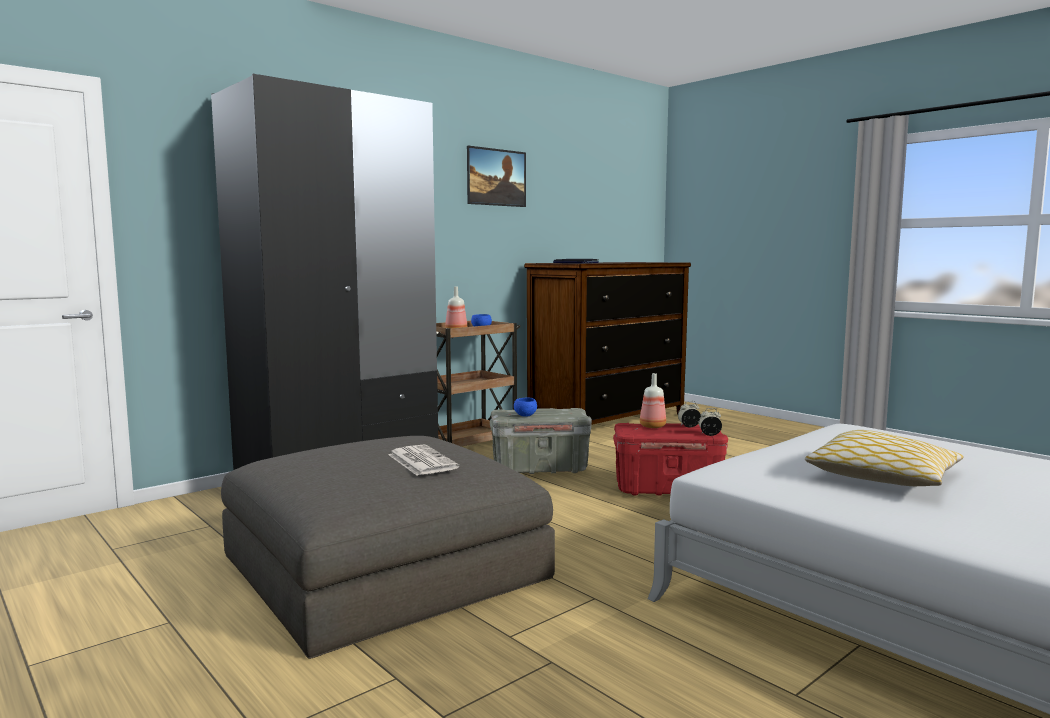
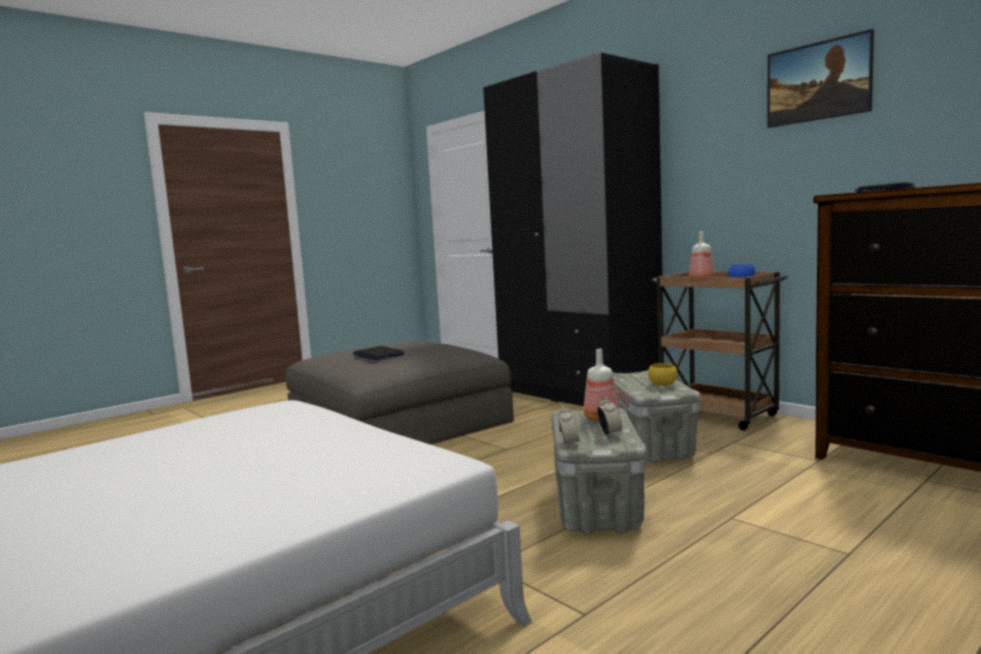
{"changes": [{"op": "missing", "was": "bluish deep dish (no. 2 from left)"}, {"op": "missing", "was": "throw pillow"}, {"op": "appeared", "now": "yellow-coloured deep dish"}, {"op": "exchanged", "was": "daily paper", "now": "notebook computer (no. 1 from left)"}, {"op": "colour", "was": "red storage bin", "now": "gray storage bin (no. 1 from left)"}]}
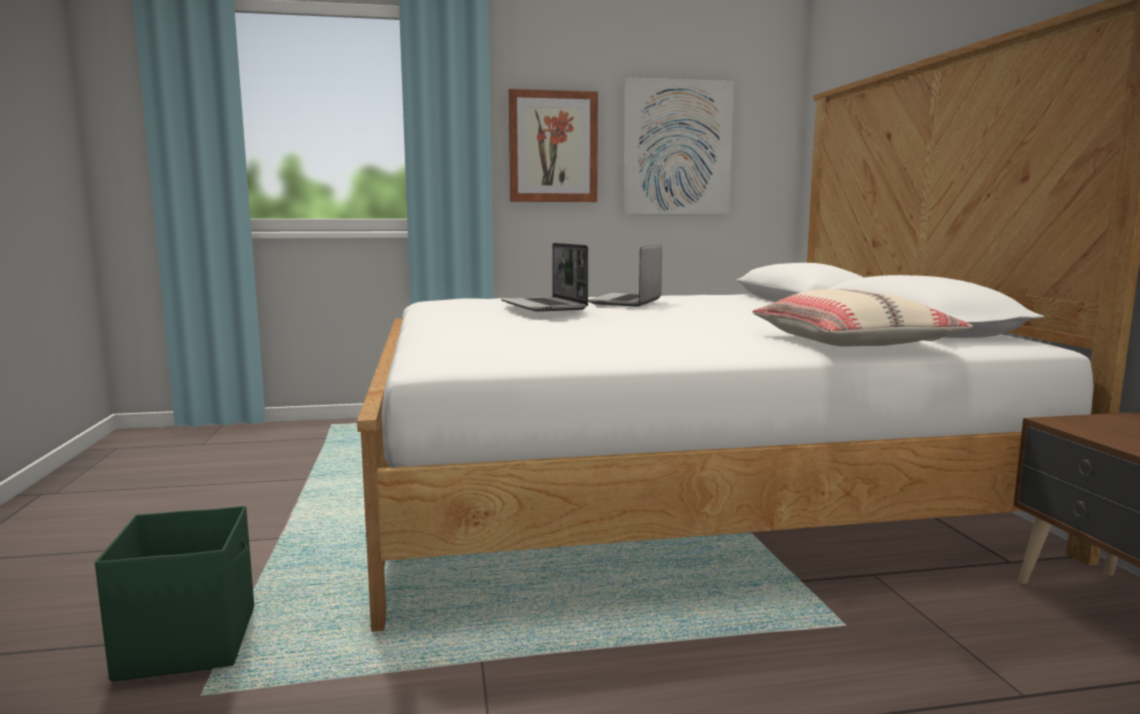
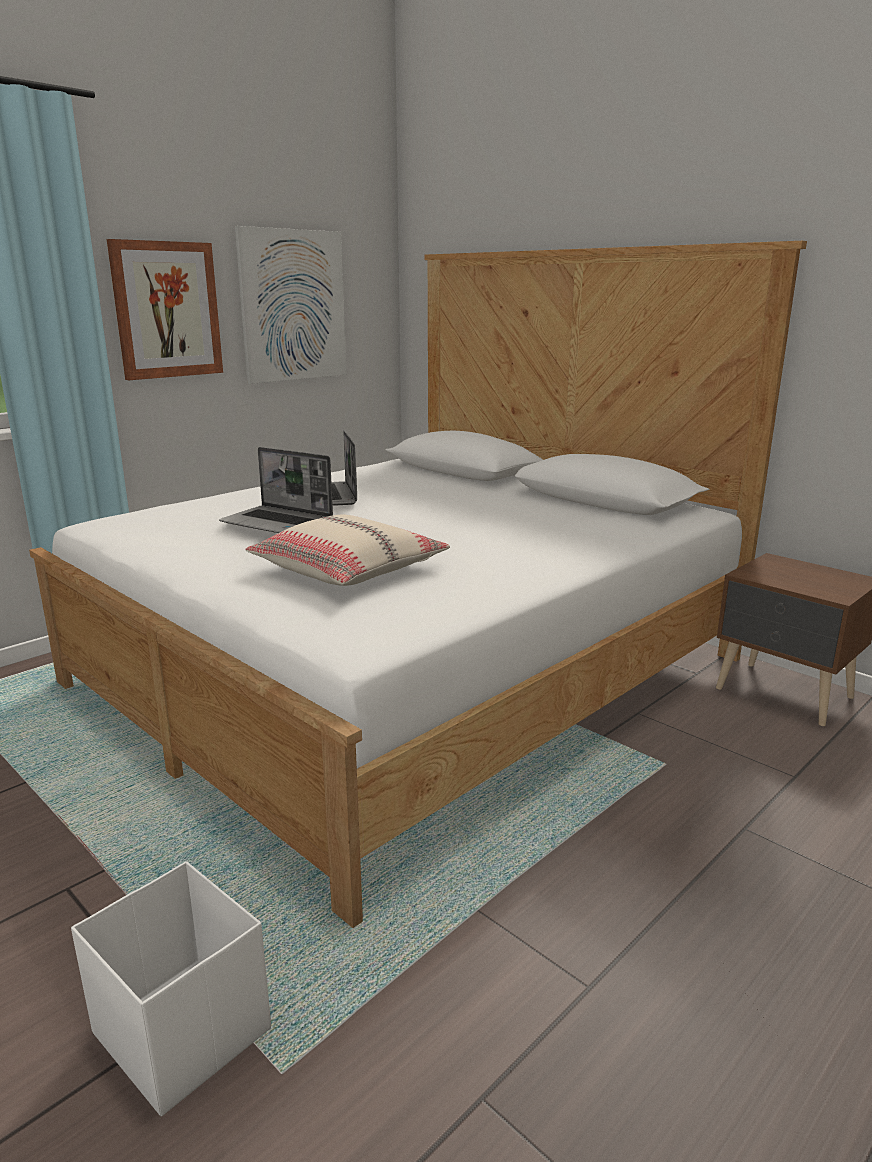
{"changes": [{"op": "relocated", "was": "beige-coloured throw pillow"}, {"op": "colour", "was": "greenish storage bin", "now": "whitish storage bin"}]}
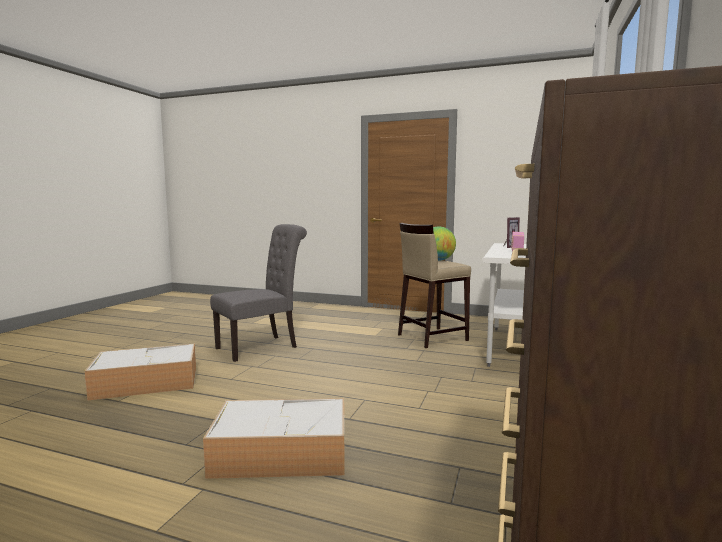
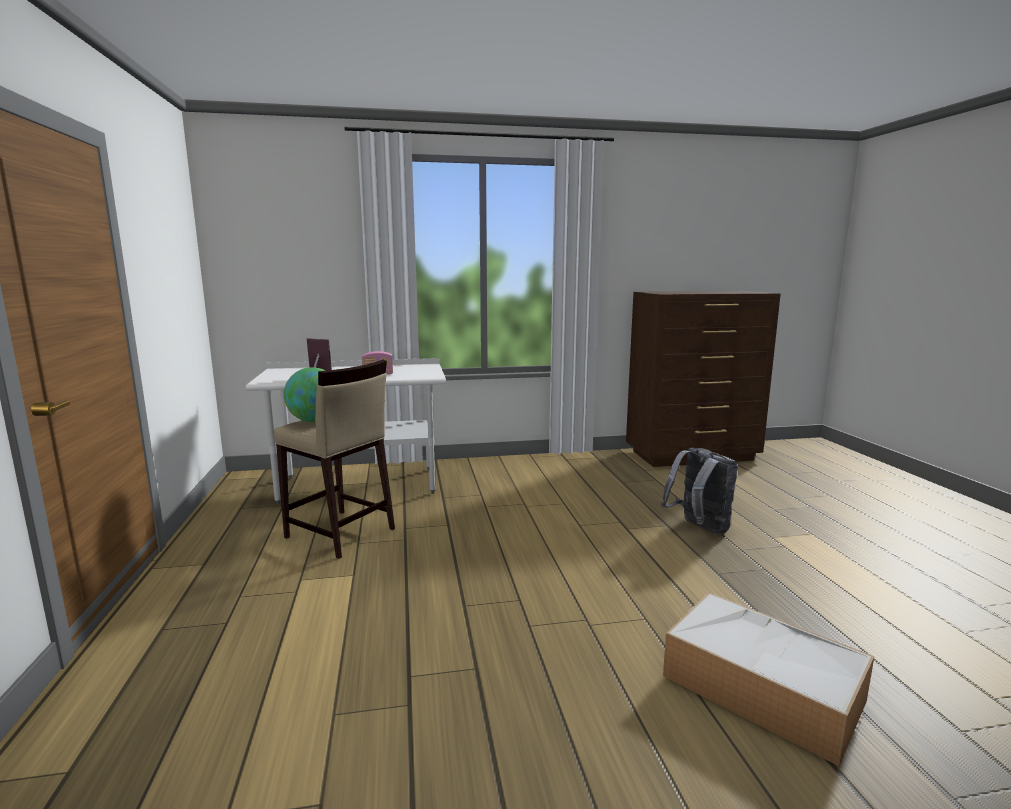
{"changes": [{"op": "missing", "was": "gray chair"}, {"op": "exchanged", "was": "storage bin (no. 2 from left)", "now": "gray rucksack"}]}
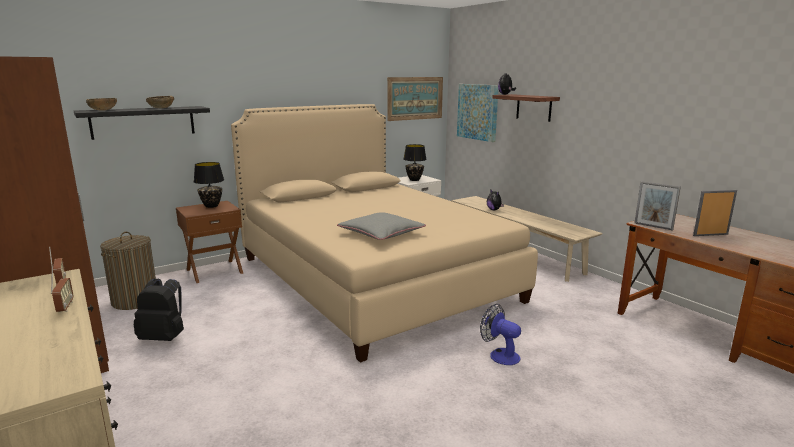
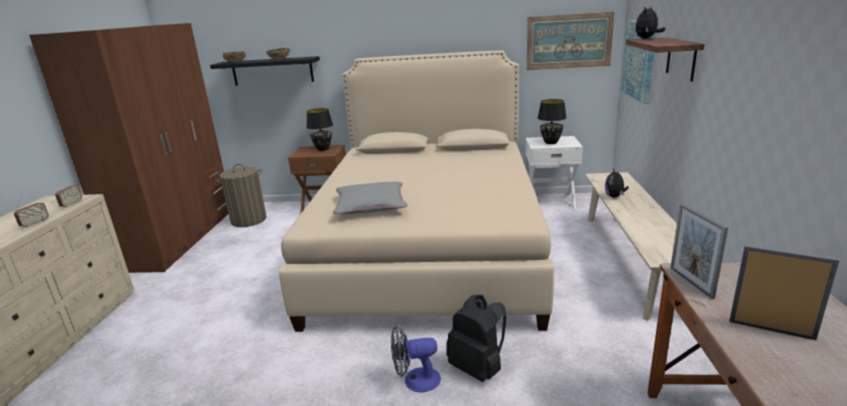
{"changes": [{"op": "relocated", "was": "black rucksack"}, {"op": "spun", "was": "electric fan", "clockwise": -90}]}
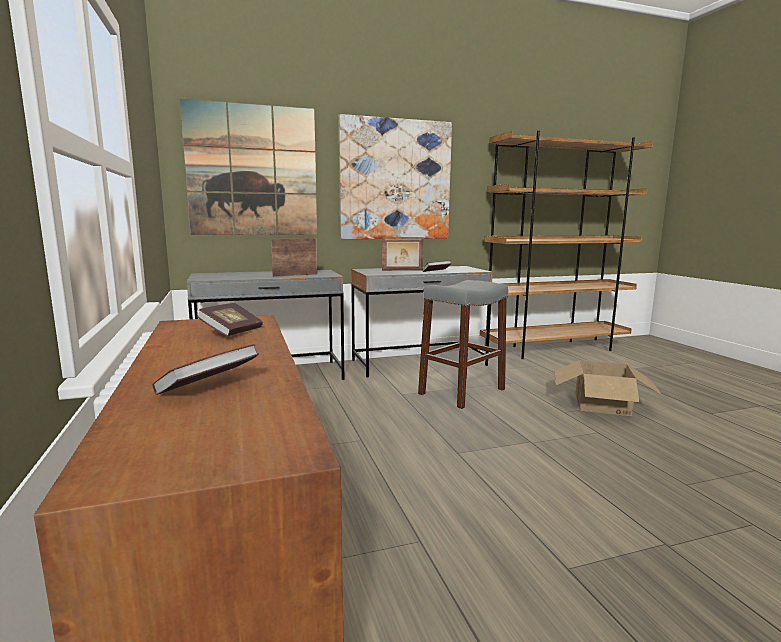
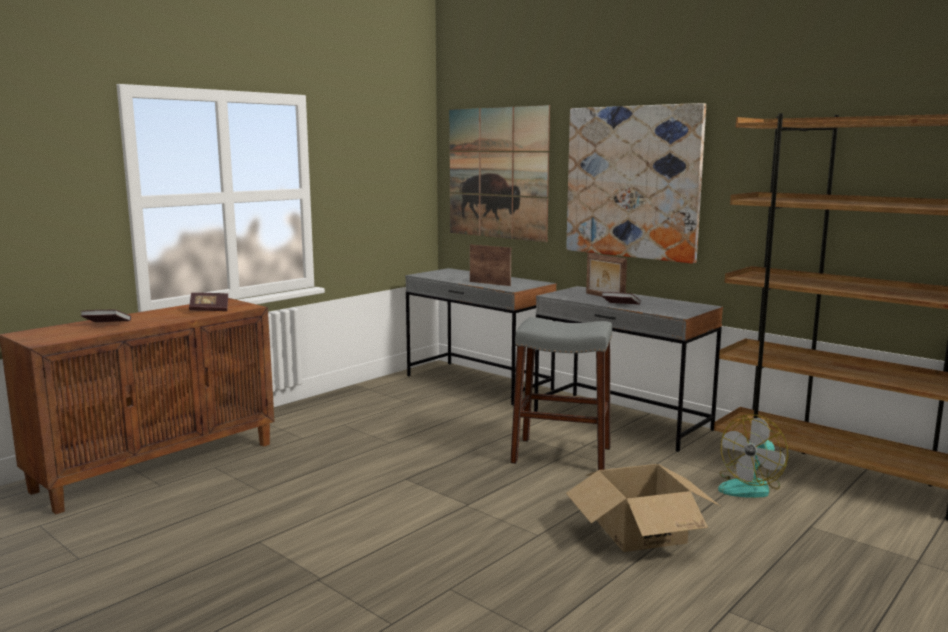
{"changes": [{"op": "appeared", "now": "electric fan"}]}
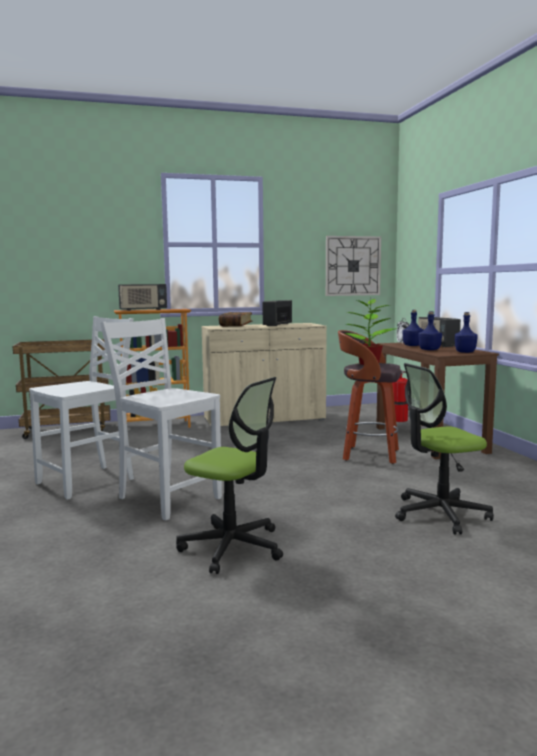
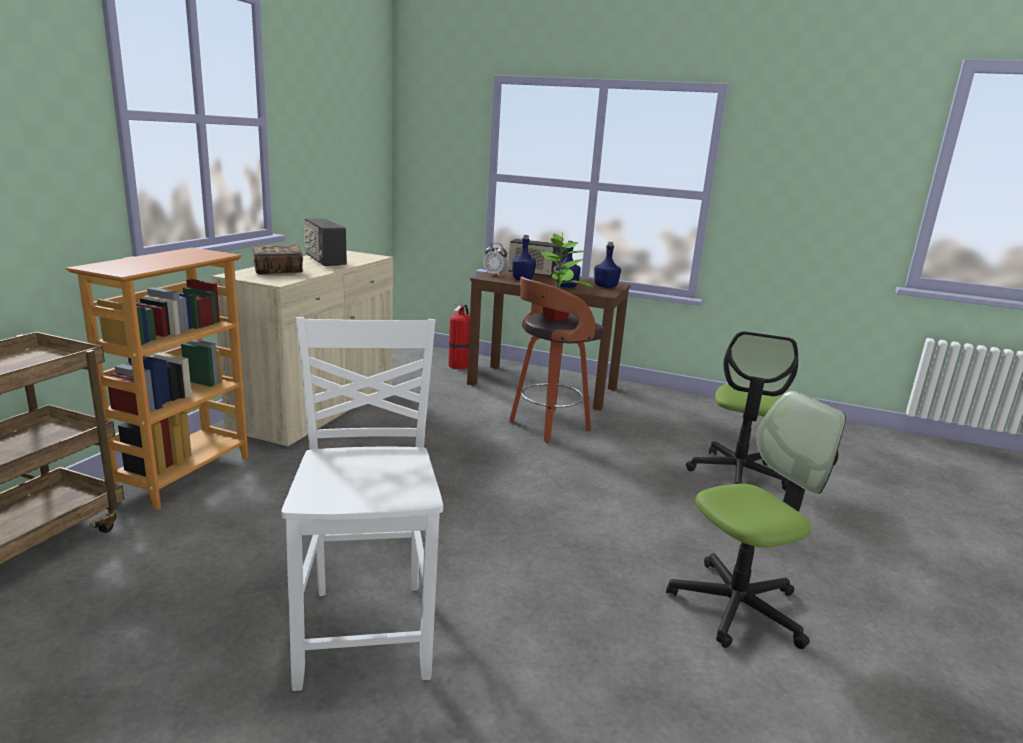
{"changes": [{"op": "missing", "was": "whitish chair (no. 2 from left)"}, {"op": "missing", "was": "radio (no. 1 from left)"}, {"op": "missing", "was": "wall clock"}]}
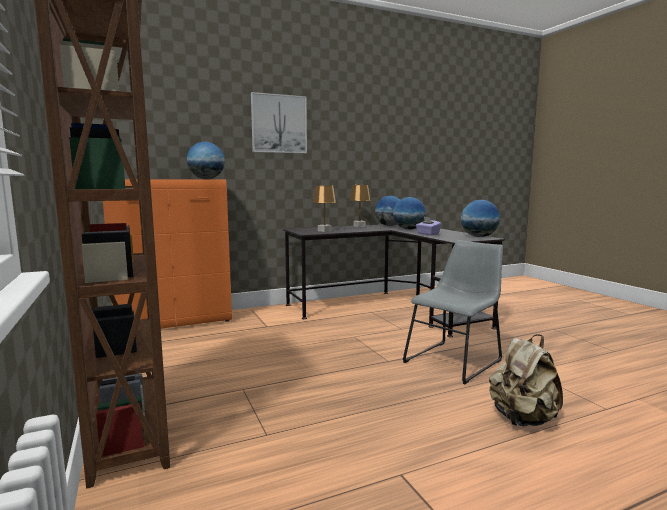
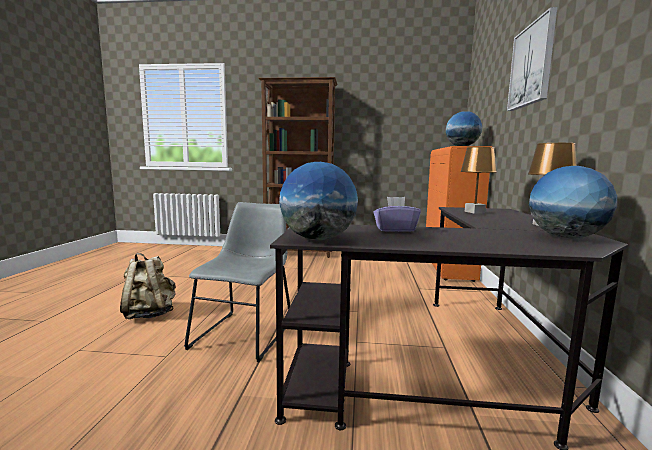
{"changes": [{"op": "missing", "was": "desk globe (no. 3 from left)"}, {"op": "spun", "was": "gray chair", "clockwise": -150}]}
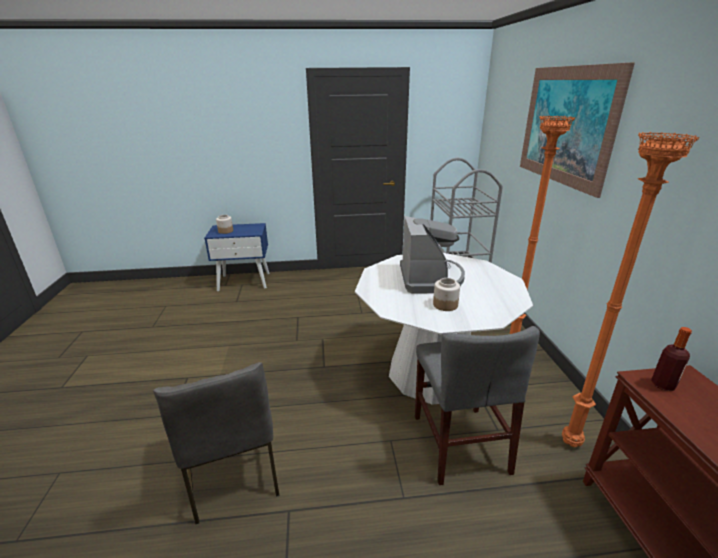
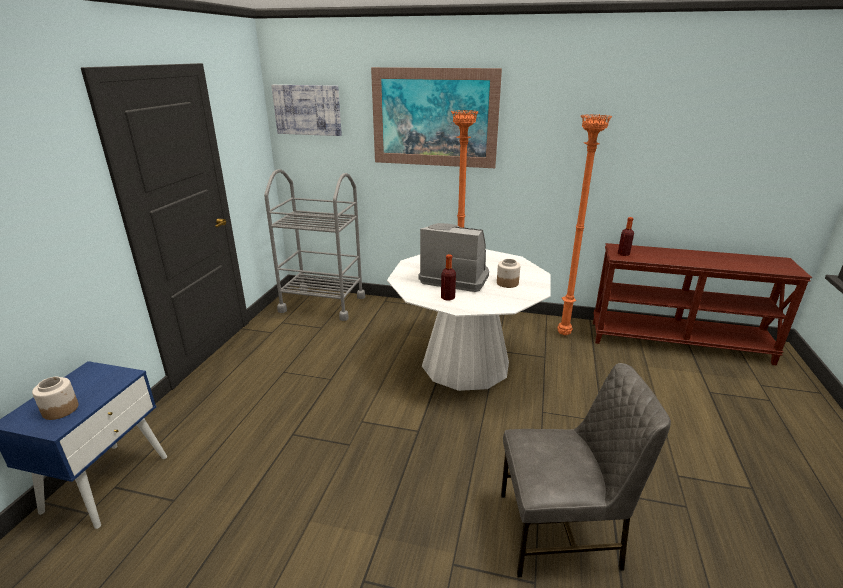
{"changes": [{"op": "missing", "was": "gray chair (no. 2 from left)"}, {"op": "appeared", "now": "wall art (no. 1 from left)"}, {"op": "appeared", "now": "drink bottle (no. 1 from left)"}]}
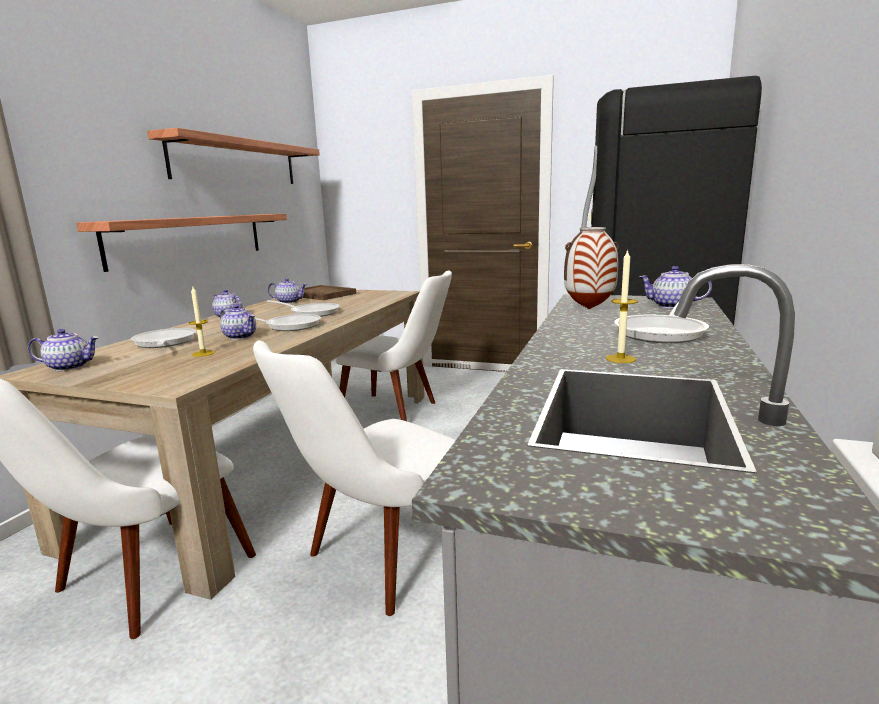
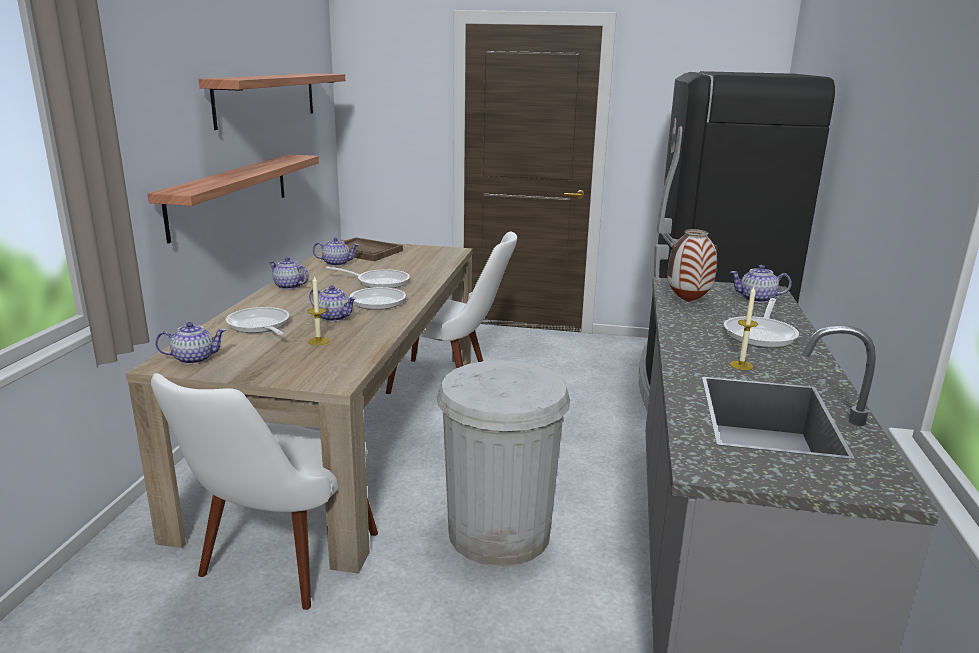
{"changes": [{"op": "exchanged", "was": "whitish chair (no. 2 from left)", "now": "whitish trash can"}]}
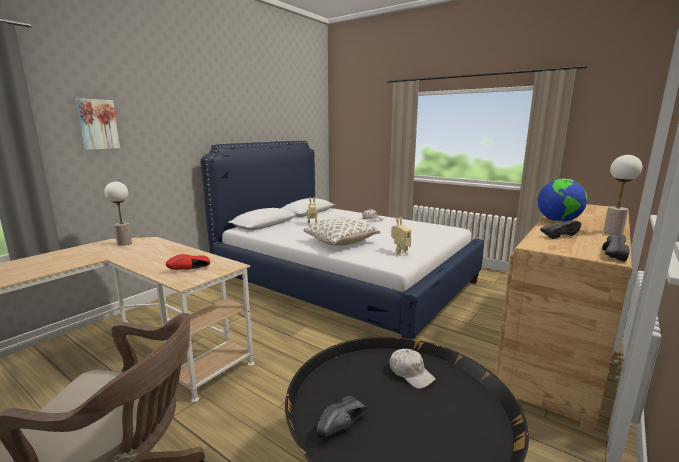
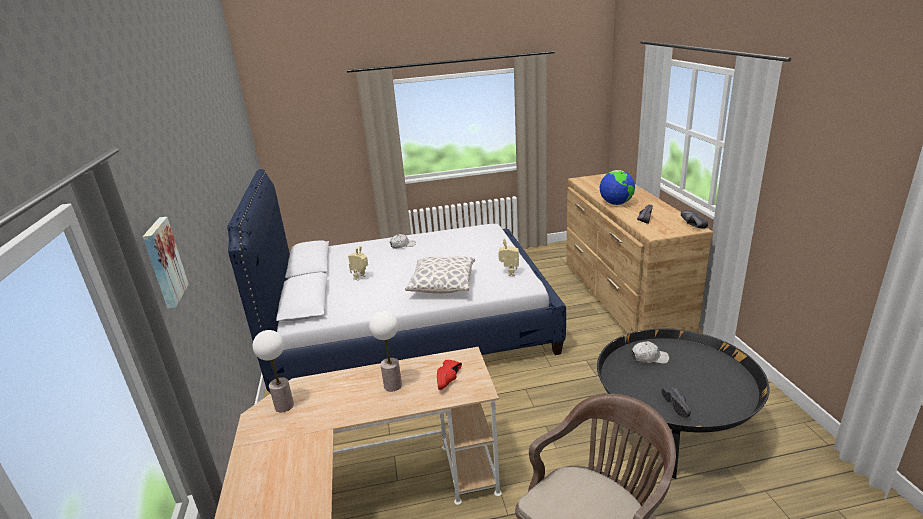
{"changes": [{"op": "relocated", "was": "tabletop lamp (no. 2 from left)"}]}
